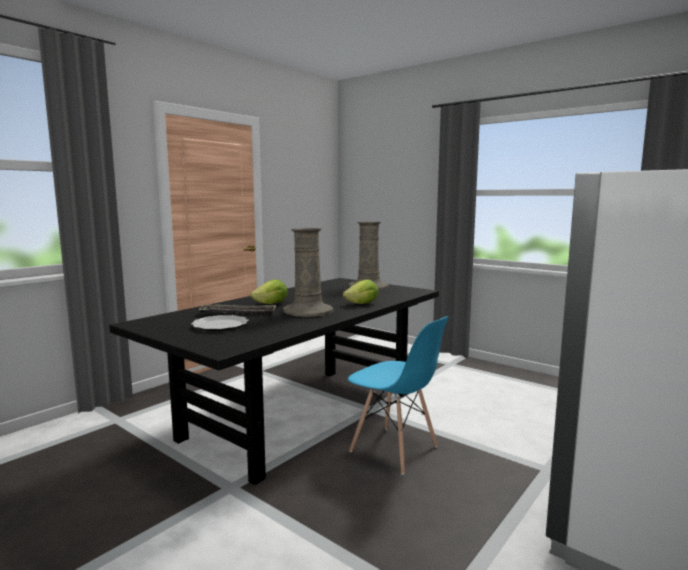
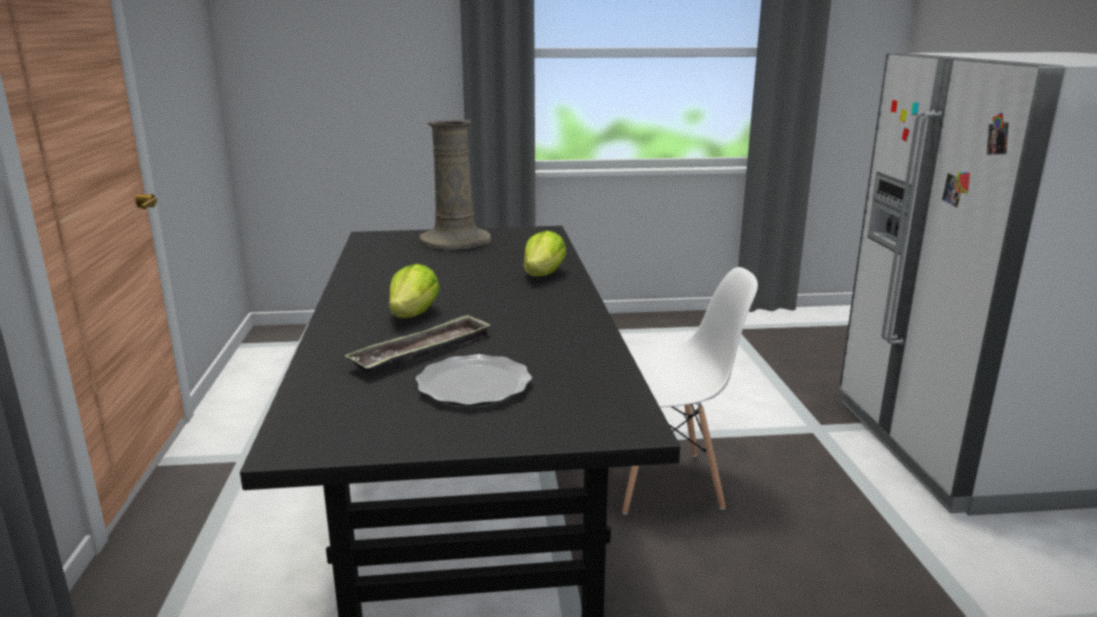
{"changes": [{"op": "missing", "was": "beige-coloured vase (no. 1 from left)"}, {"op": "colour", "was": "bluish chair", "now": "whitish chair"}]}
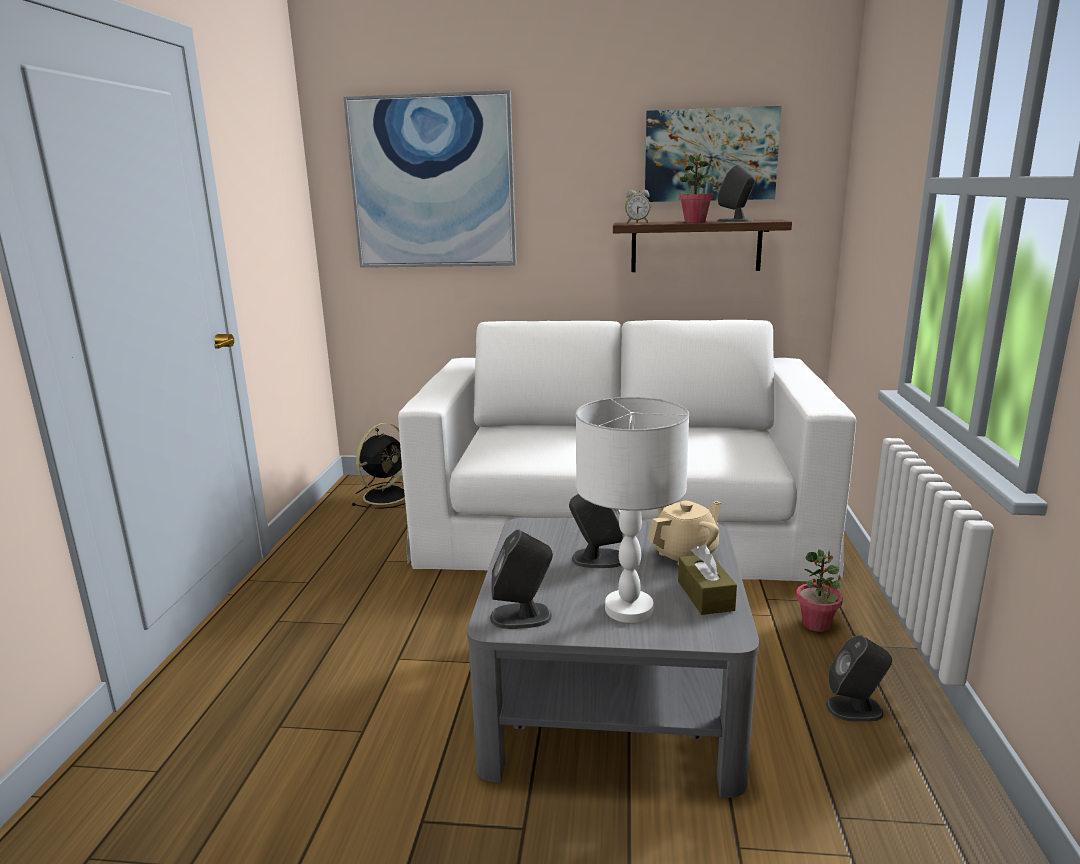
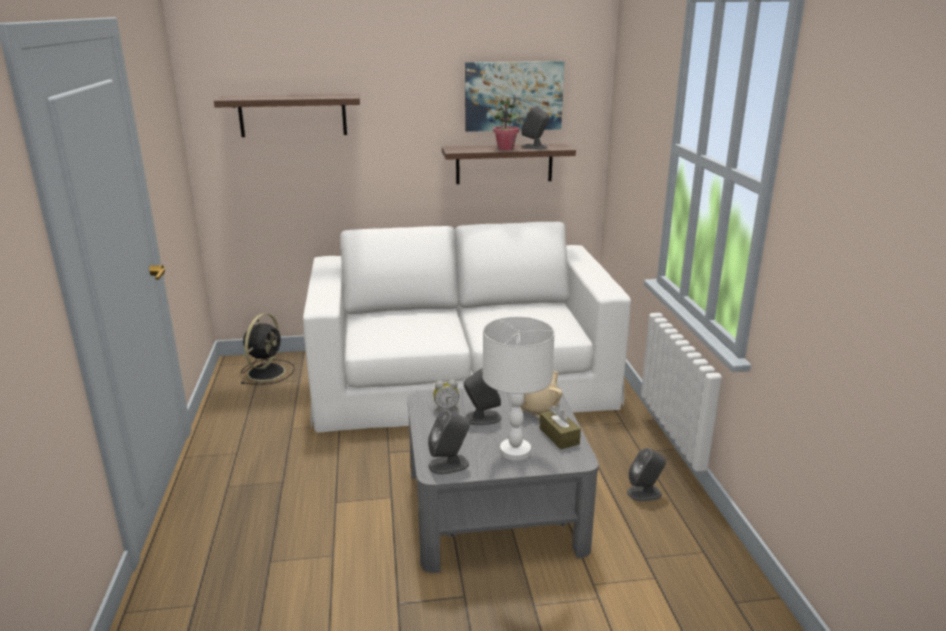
{"changes": [{"op": "missing", "was": "plant in a pot (no. 2 from left)"}, {"op": "relocated", "was": "alarm clock"}, {"op": "exchanged", "was": "wall art (no. 1 from left)", "now": "wall shelf (no. 1 from left)"}]}
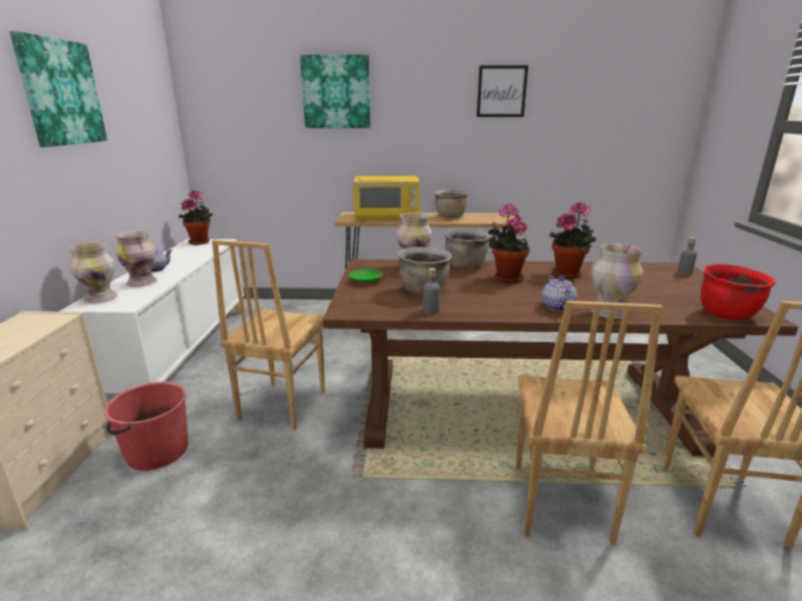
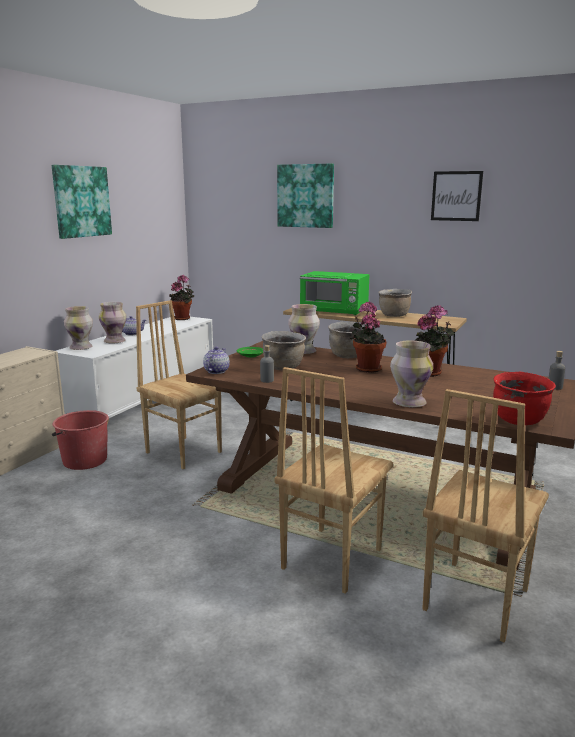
{"changes": [{"op": "relocated", "was": "teapot (no. 2 from left)"}, {"op": "colour", "was": "yellow-coloured kitchen microwave", "now": "greenish kitchen microwave"}, {"op": "spun", "was": "brownish chair (no. 1 from left)", "clockwise": 90}]}
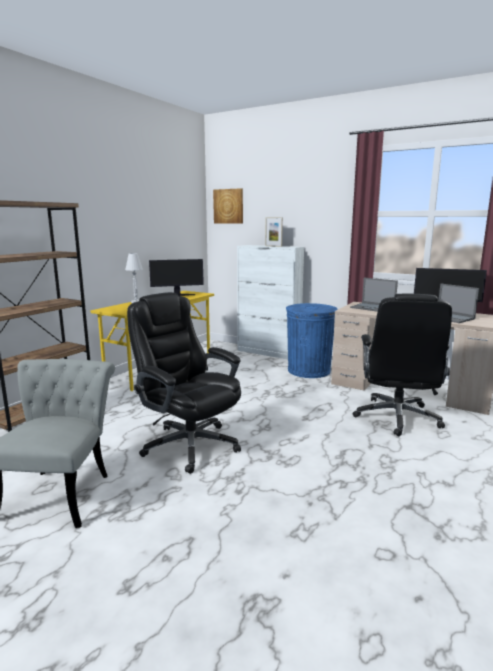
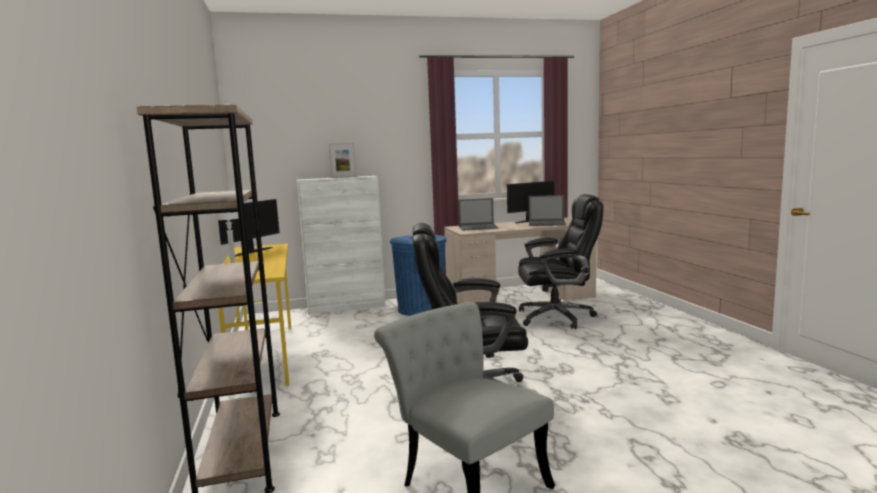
{"changes": [{"op": "missing", "was": "wall art"}, {"op": "spun", "was": "black desk chair (no. 2 from left)", "clockwise": -60}]}
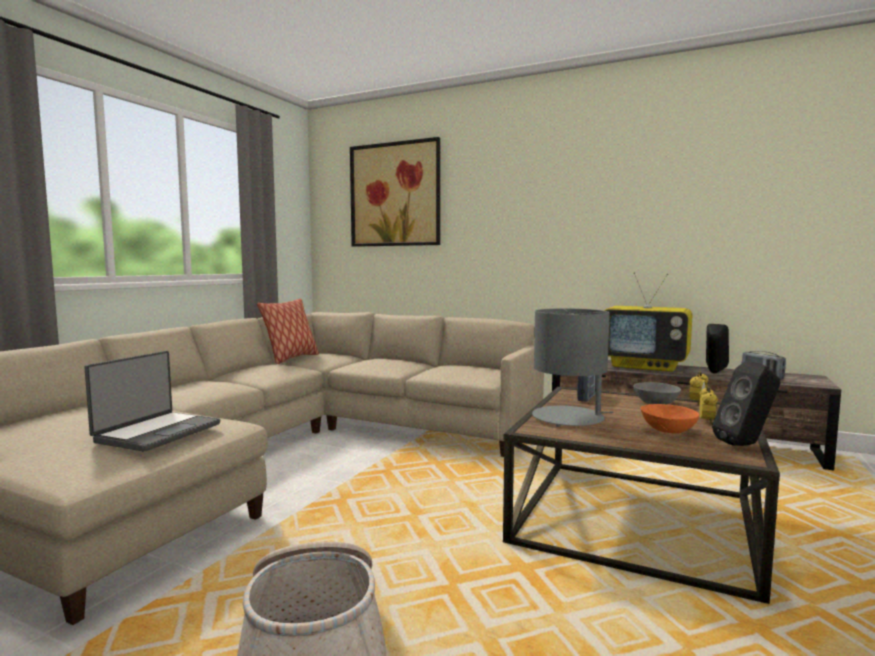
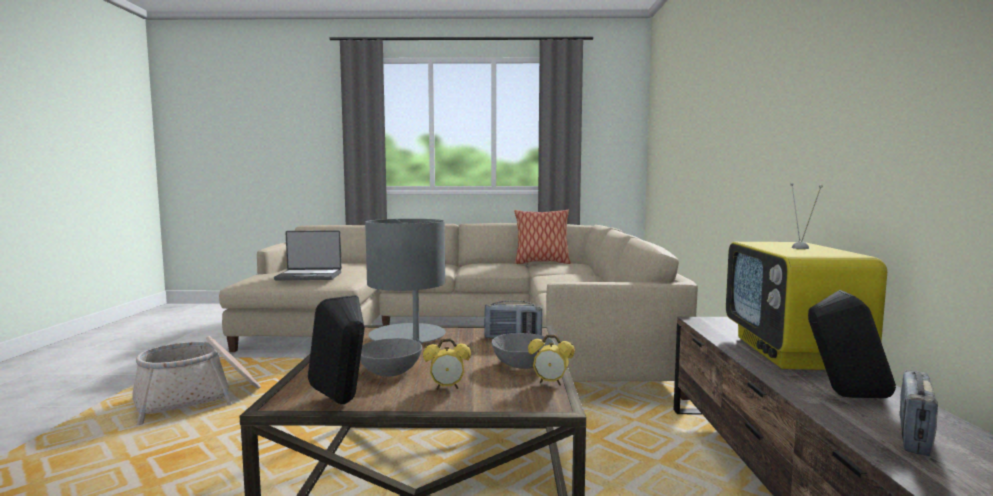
{"changes": [{"op": "missing", "was": "wall art"}, {"op": "colour", "was": "orangey deep dish", "now": "gray deep dish (no. 1 from left)"}]}
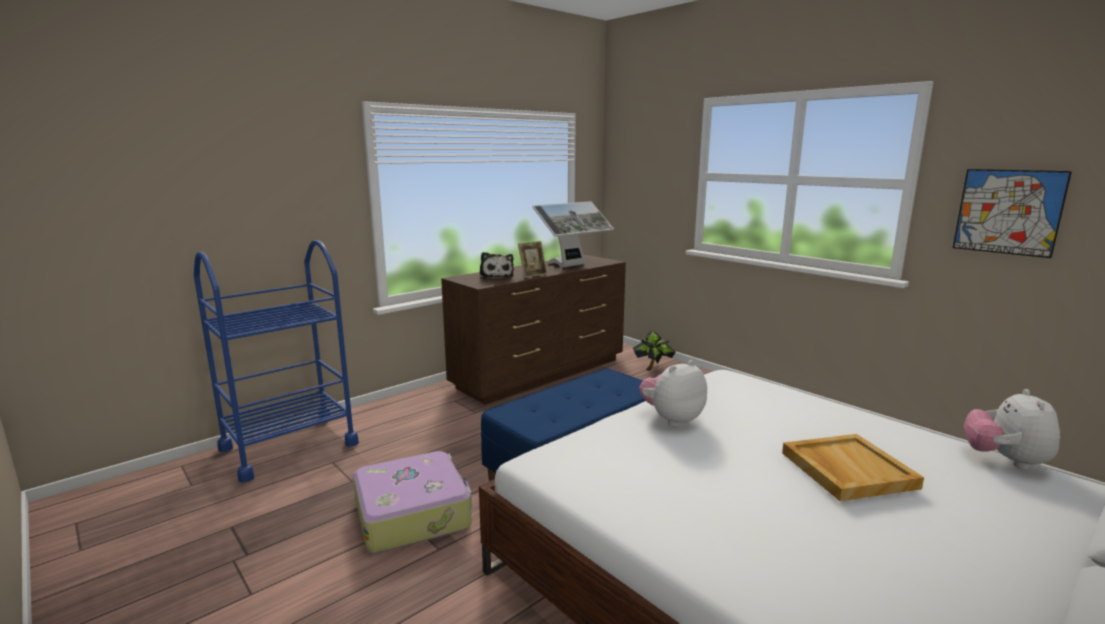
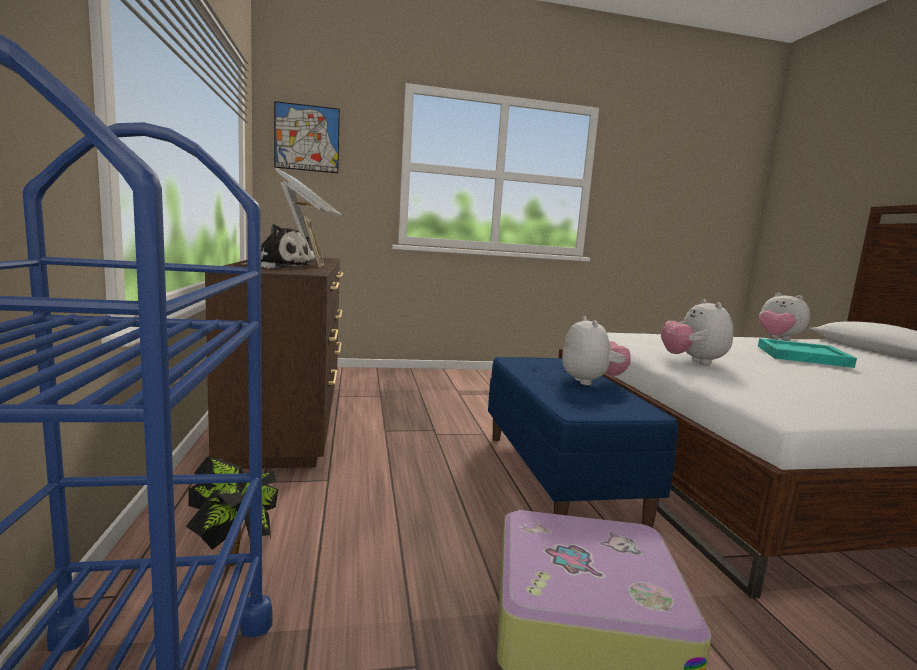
{"changes": [{"op": "appeared", "now": "plush toy (no. 2 from left)"}, {"op": "relocated", "was": "plant in a pot"}, {"op": "relocated", "was": "wall art"}, {"op": "colour", "was": "beige-coloured carrying tray", "now": "blue-green carrying tray"}]}
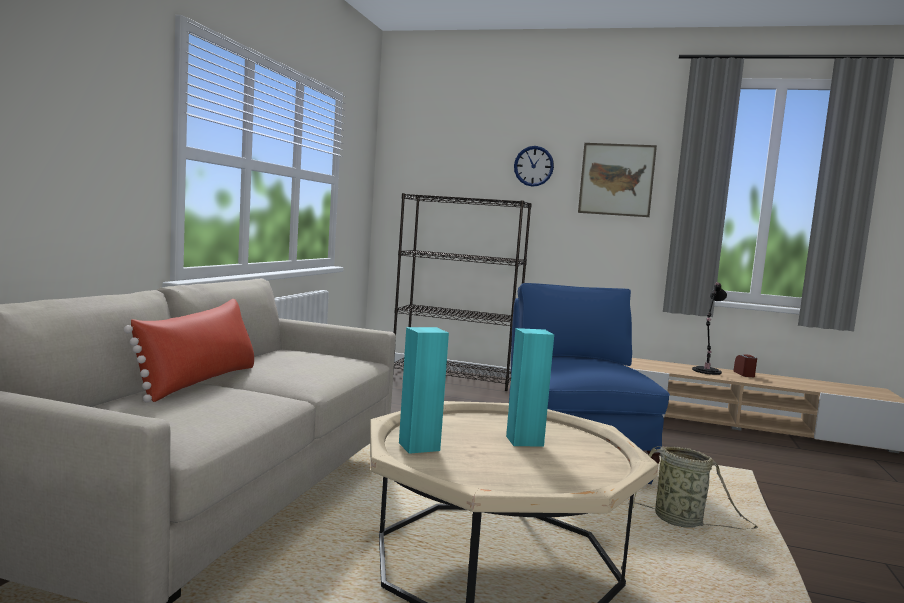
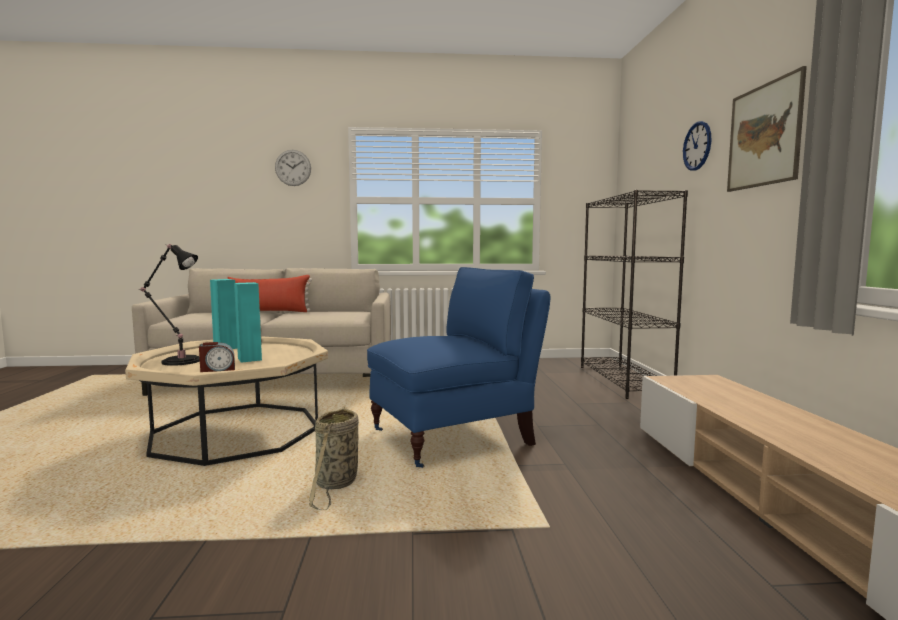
{"changes": [{"op": "appeared", "now": "wall clock (no. 1 from left)"}, {"op": "relocated", "was": "black tabletop lamp"}, {"op": "relocated", "was": "alarm clock"}]}
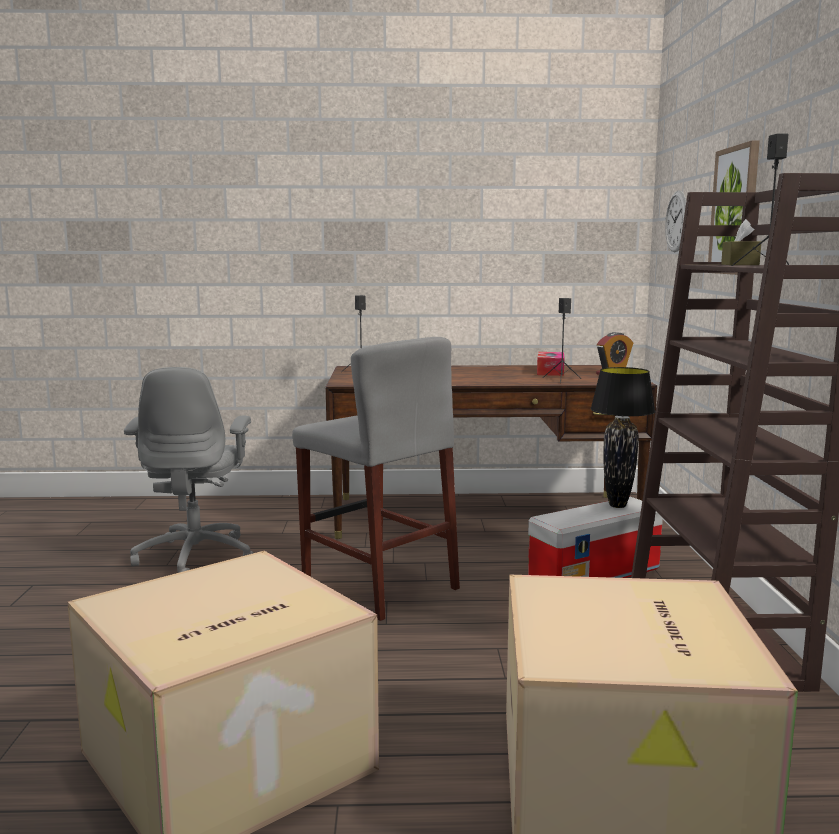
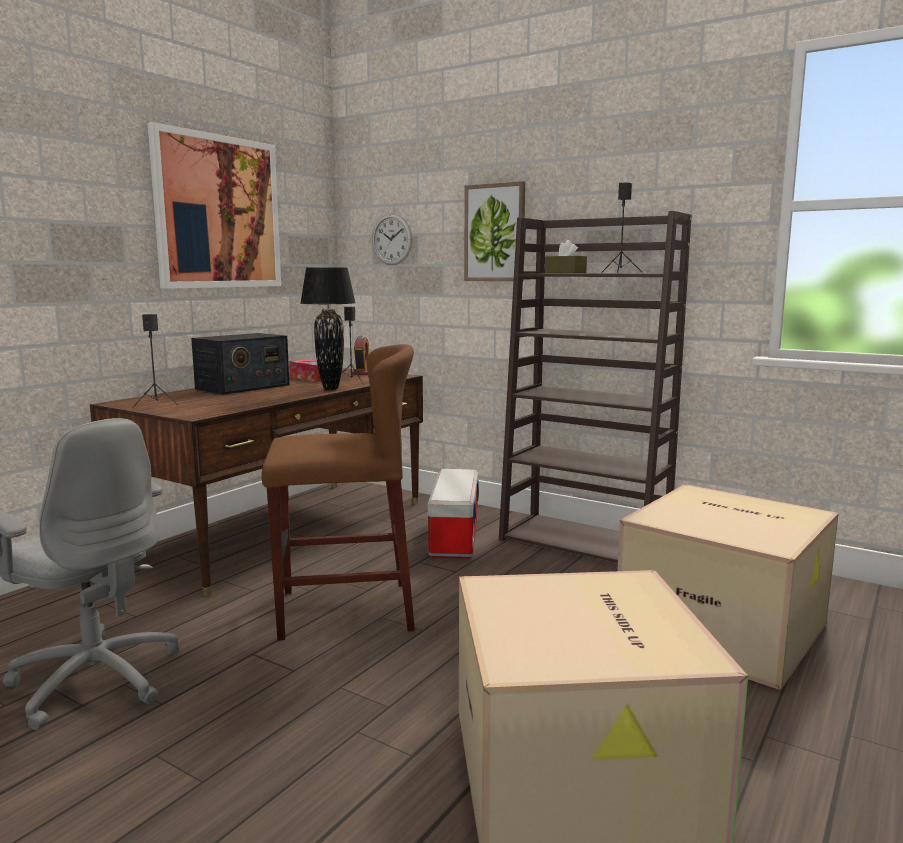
{"changes": [{"op": "appeared", "now": "wall art (no. 1 from left)"}, {"op": "appeared", "now": "radio"}, {"op": "relocated", "was": "black tabletop lamp"}, {"op": "colour", "was": "gray stool seat", "now": "brownish stool seat"}]}
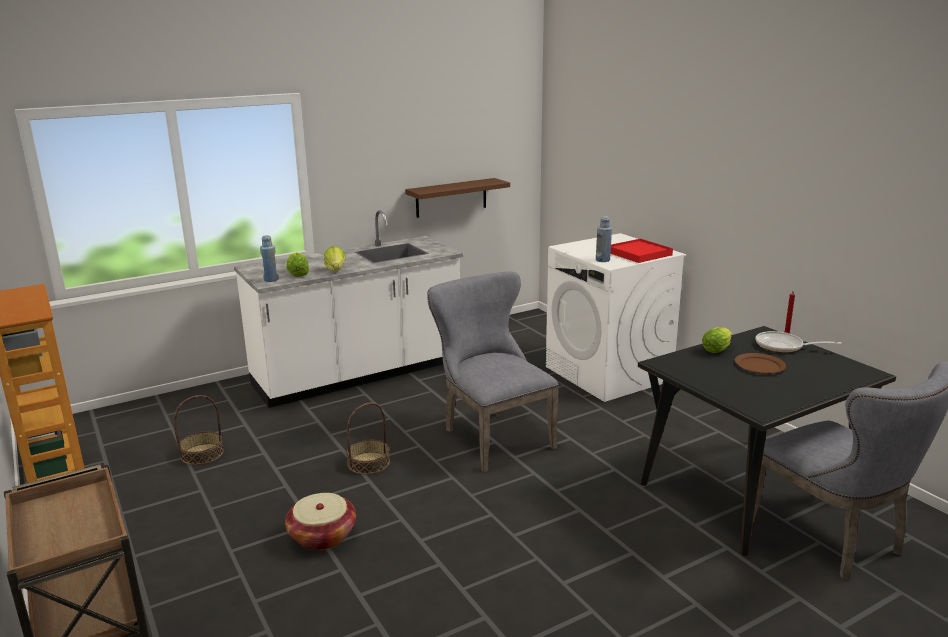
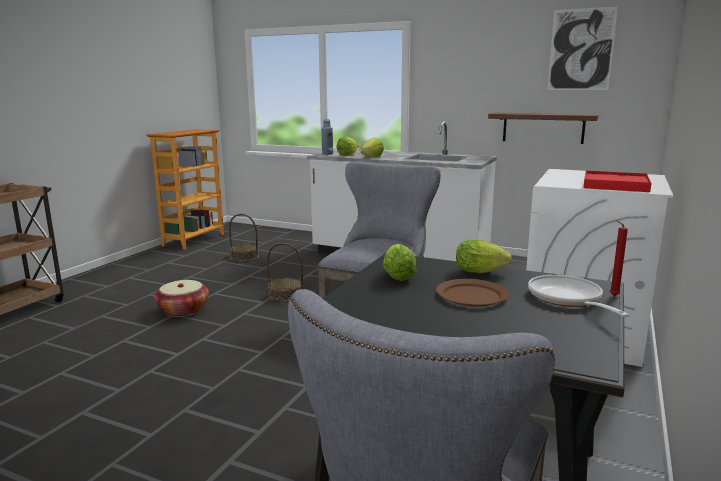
{"changes": [{"op": "missing", "was": "bluish drink bottle (no. 2 from left)"}, {"op": "appeared", "now": "lettuce head (no. 3 from left)"}, {"op": "appeared", "now": "wall art"}]}
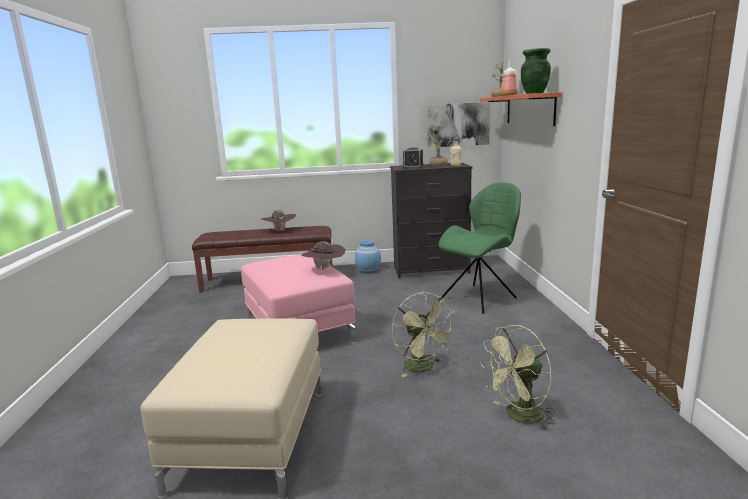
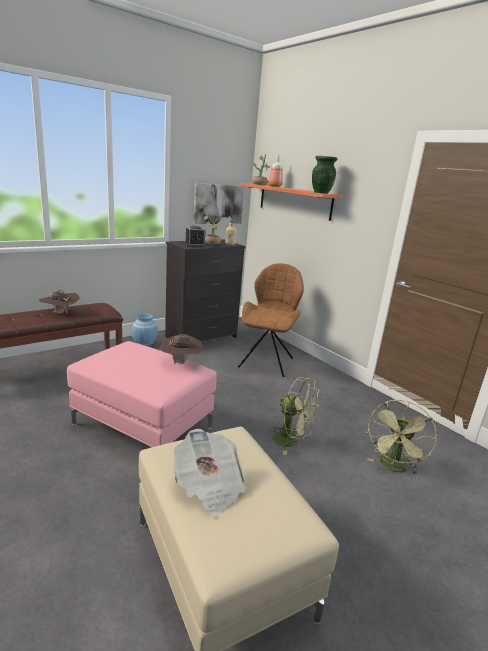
{"changes": [{"op": "appeared", "now": "daily paper"}, {"op": "colour", "was": "greenish chair", "now": "brownish chair"}]}
